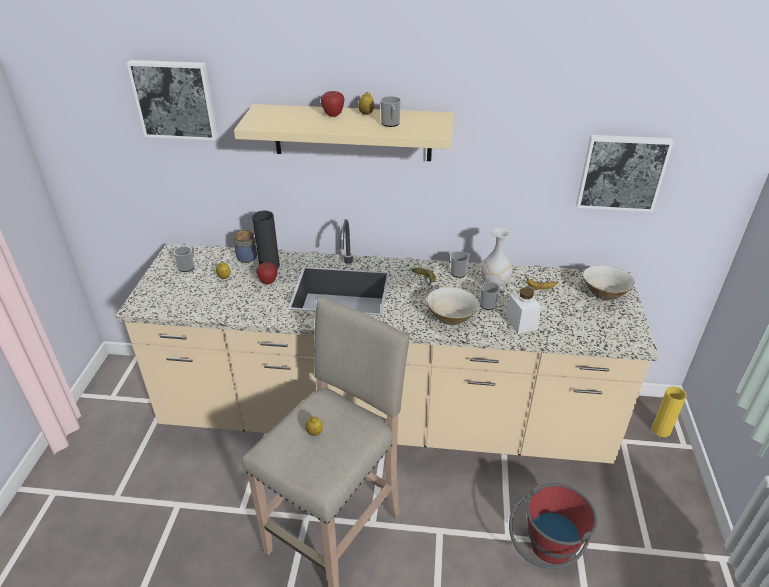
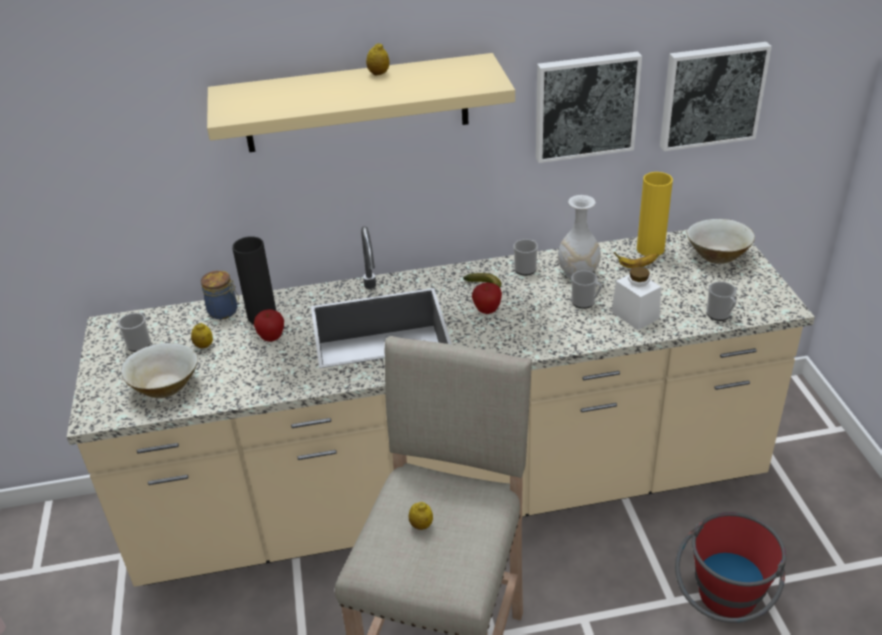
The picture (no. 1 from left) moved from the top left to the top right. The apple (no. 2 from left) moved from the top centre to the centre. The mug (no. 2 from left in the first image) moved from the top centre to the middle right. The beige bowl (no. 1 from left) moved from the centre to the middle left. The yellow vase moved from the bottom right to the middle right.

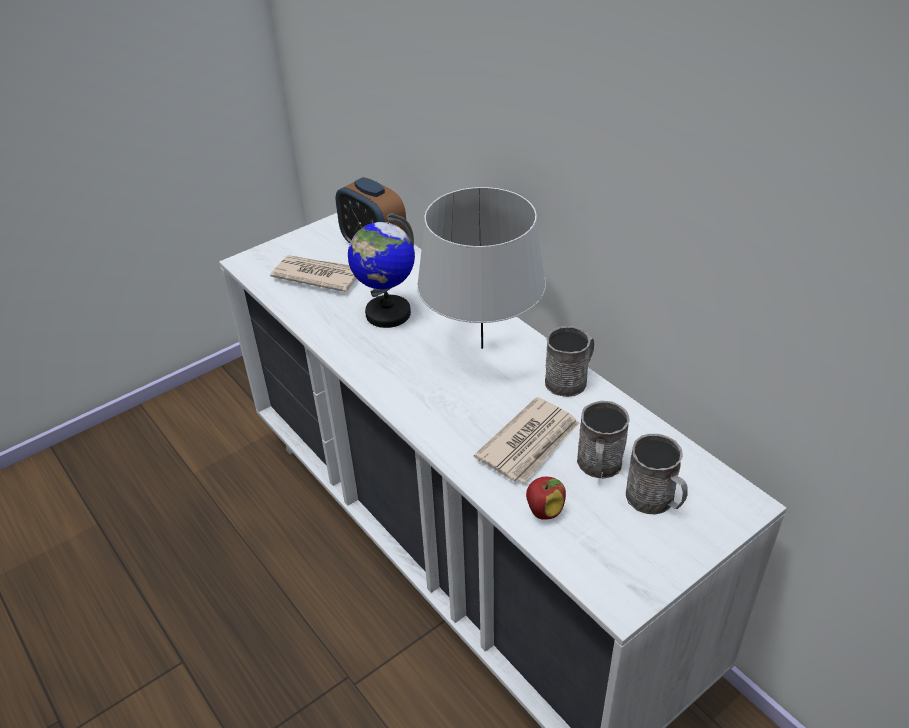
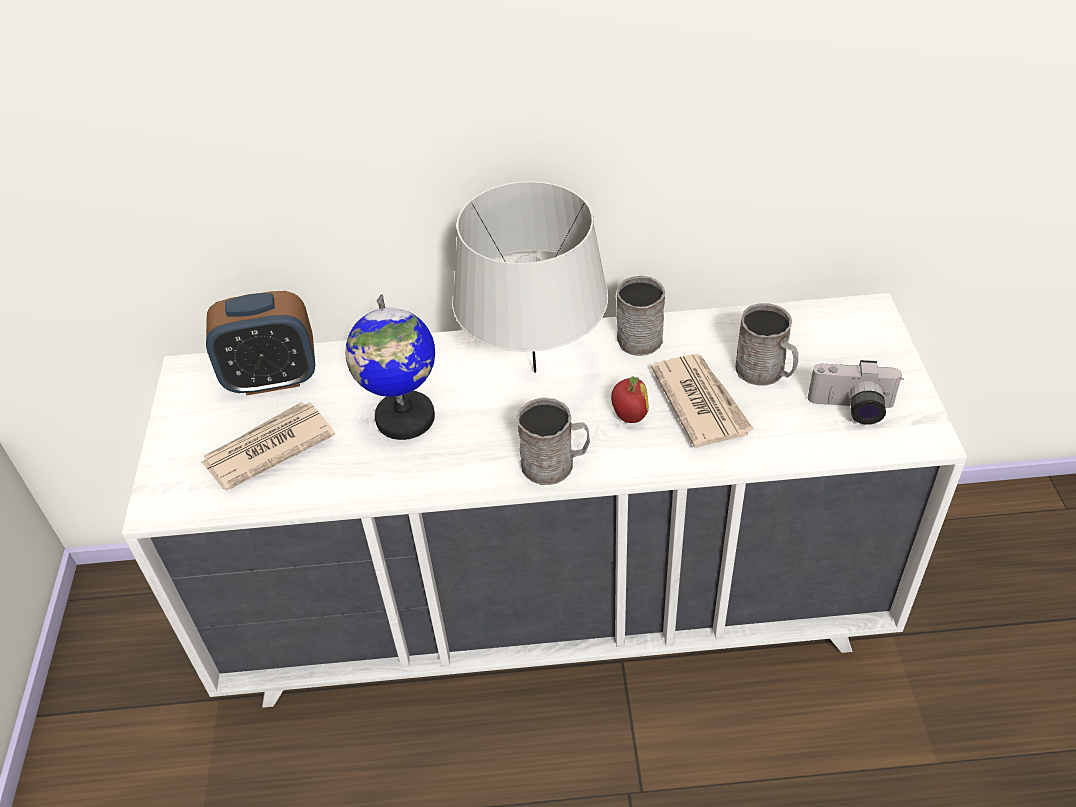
The grey mug (no. 3 from left in the first image) moved from the middle right to the centre. The apple moved from the bottom centre to the centre. The photo camera at the middle right appeared.

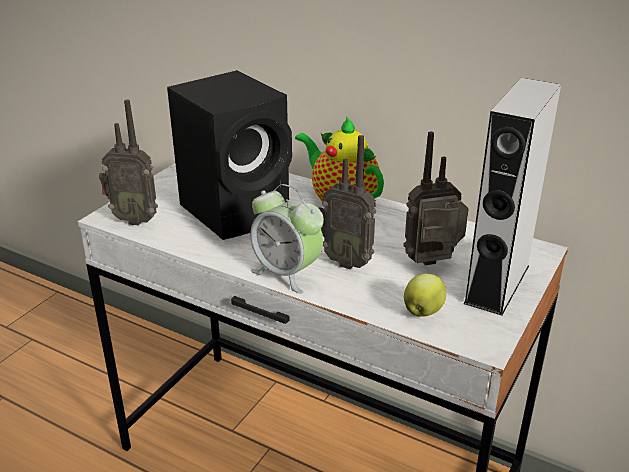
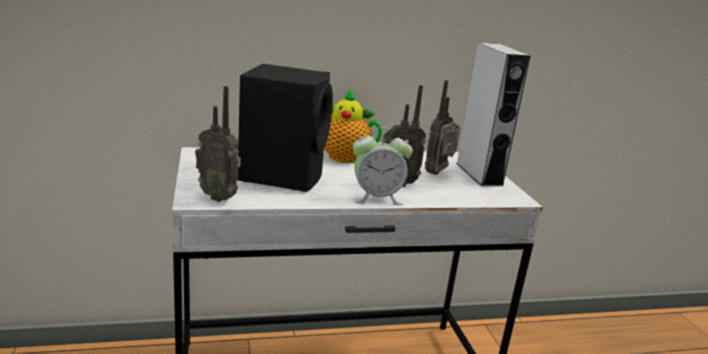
The radio (no. 1 from left) at the middle left turned 60 degrees clockwise. The apple at the middle right disappeared.

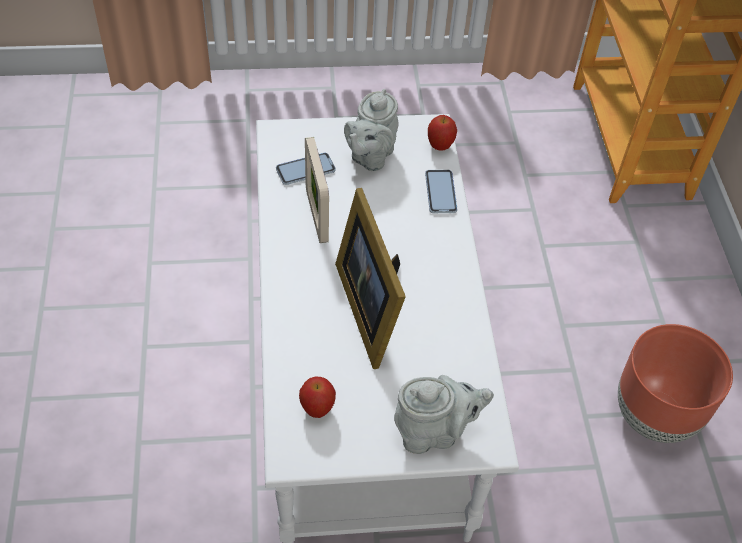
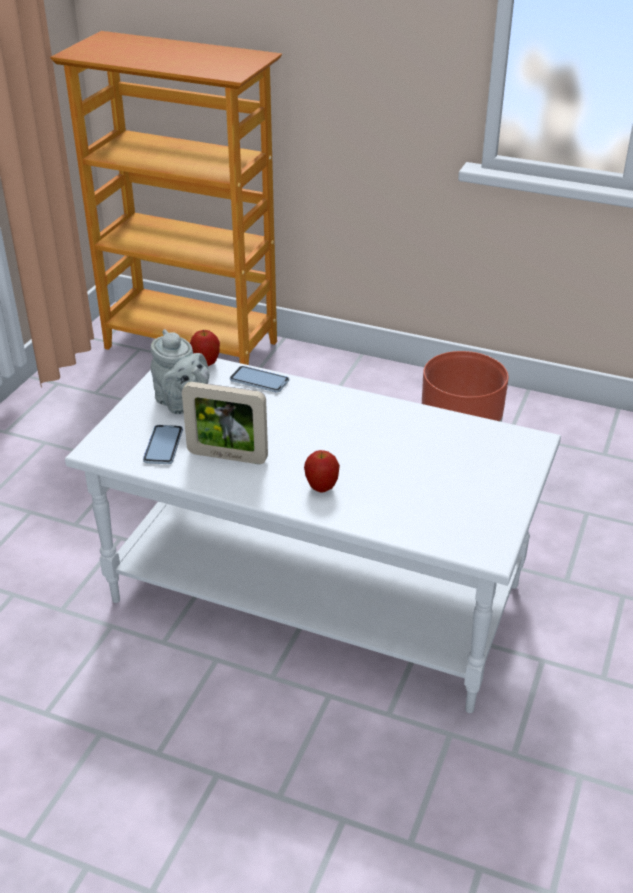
The picture frame (no. 2 from left) at the centre disappeared. The grey teapot (no. 2 from left) at the bottom centre disappeared. The apple (no. 1 from left in the first image) moved from the bottom centre to the centre.

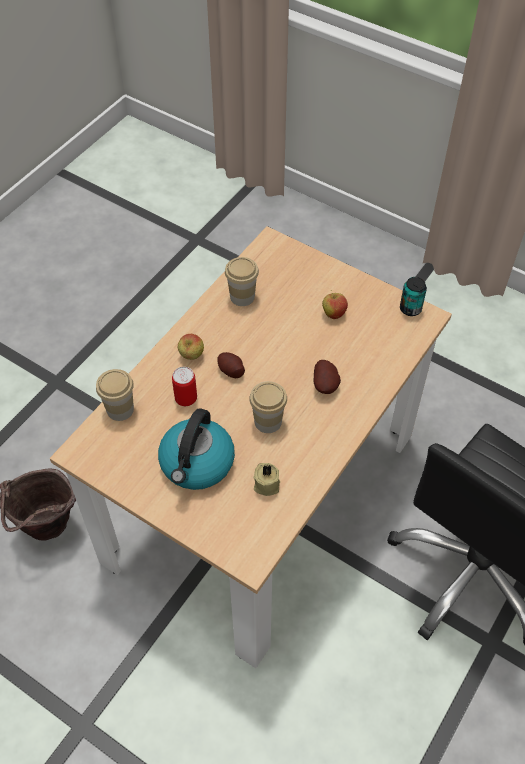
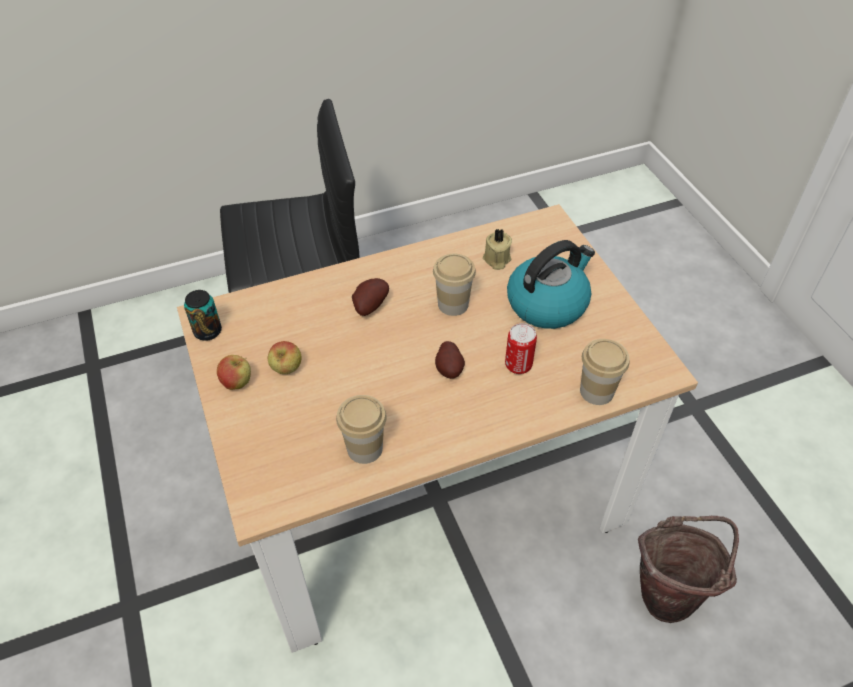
The apple (no. 1 from left) moved from the centre to the middle left.

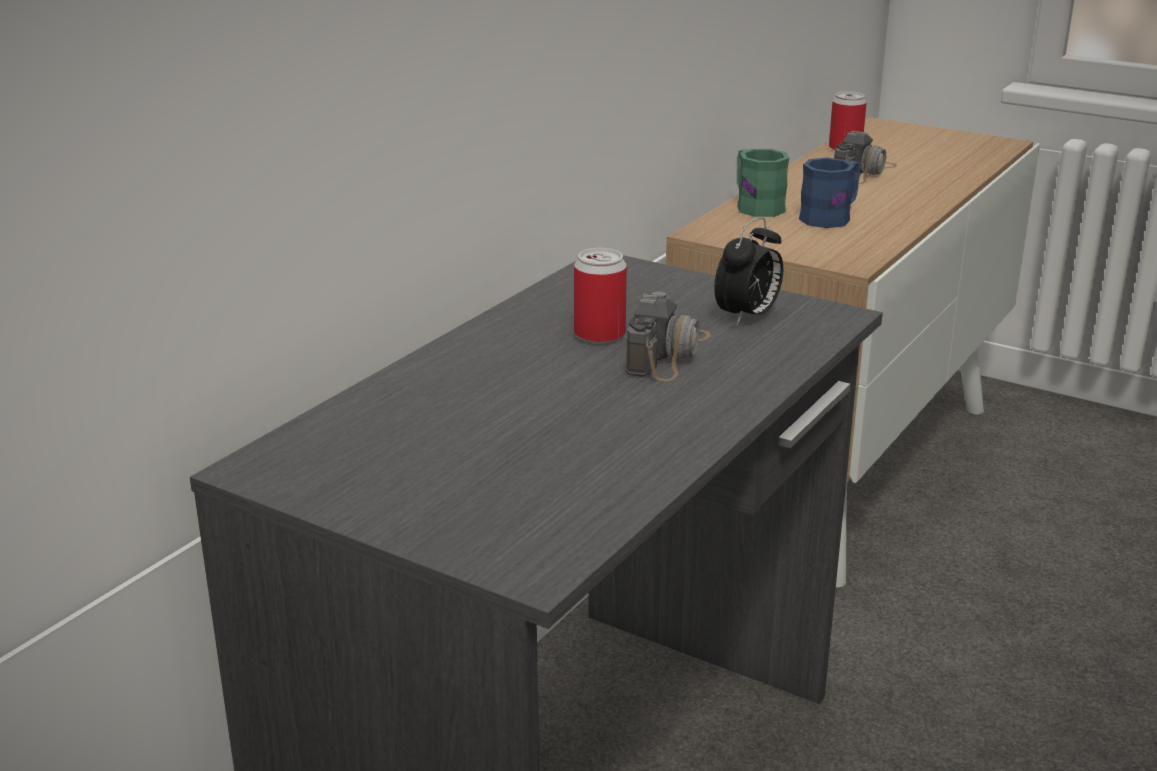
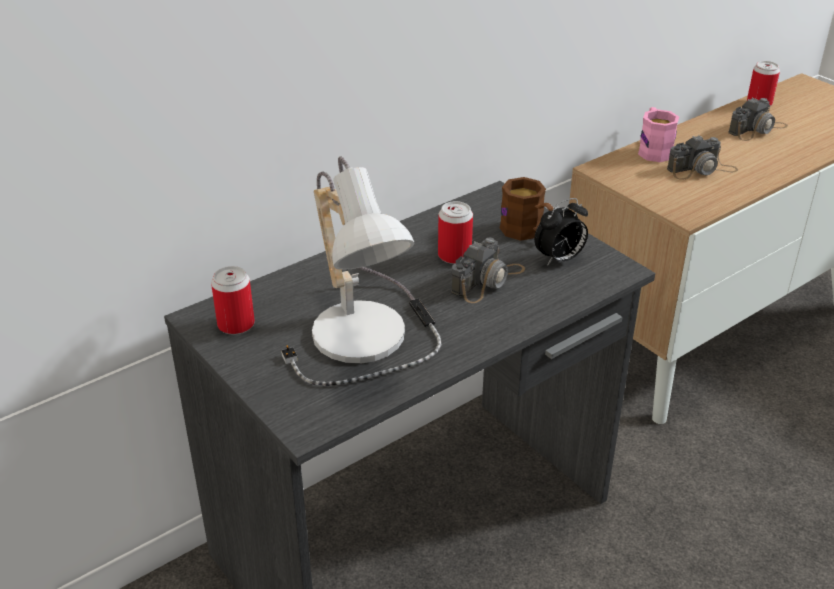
The green mug at the top centre became the pink mug at the top right. The blue mug at the top right was replaced by the photo camera (no. 2 from left) at the top right. The table lamp at the centre appeared. The brown mug at the centre appeared. The can (no. 1 from left) at the middle left appeared.

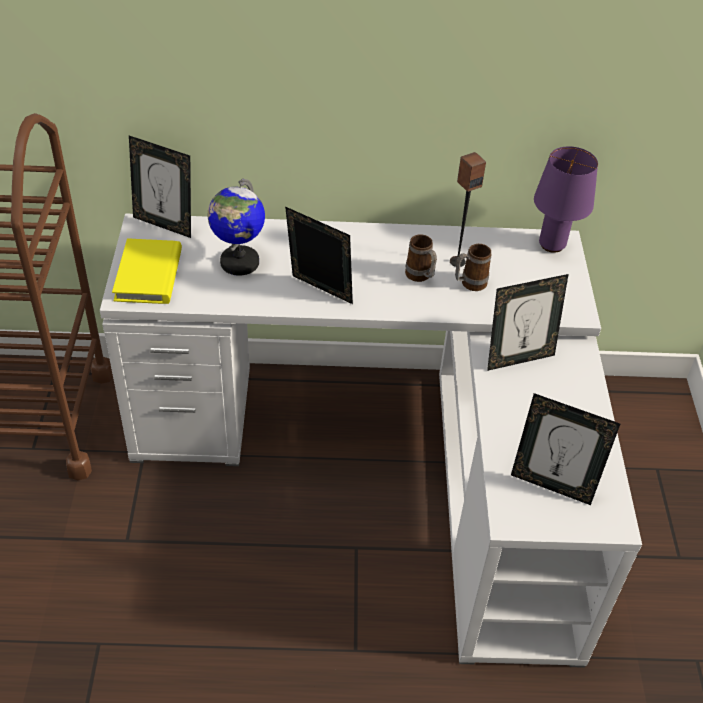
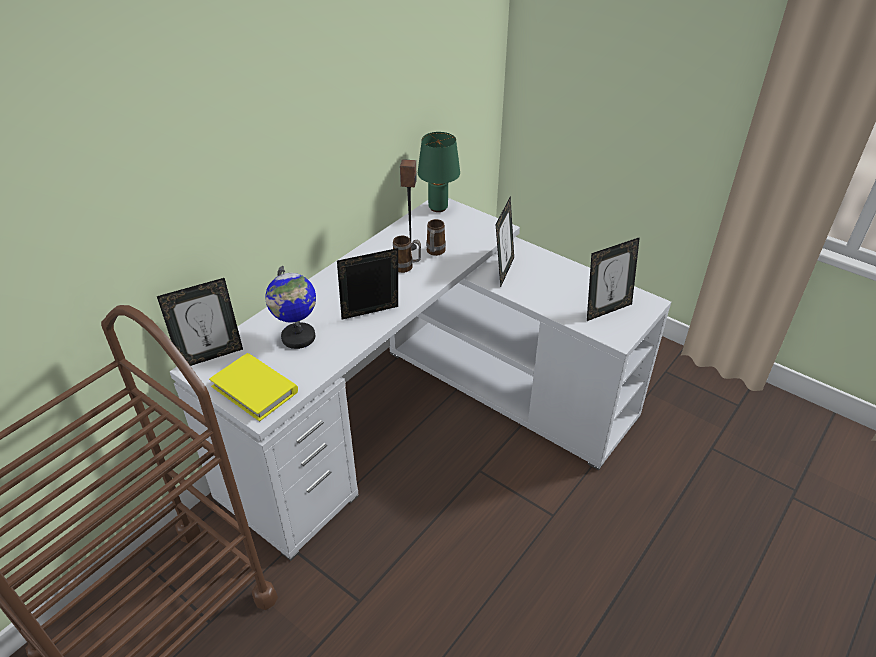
The purple table lamp at the top right became the green table lamp at the top centre.

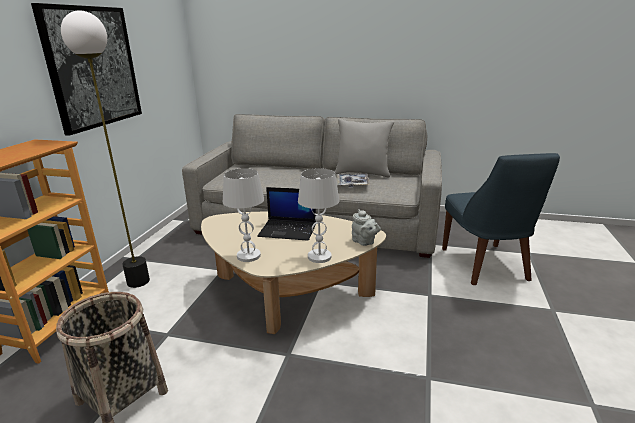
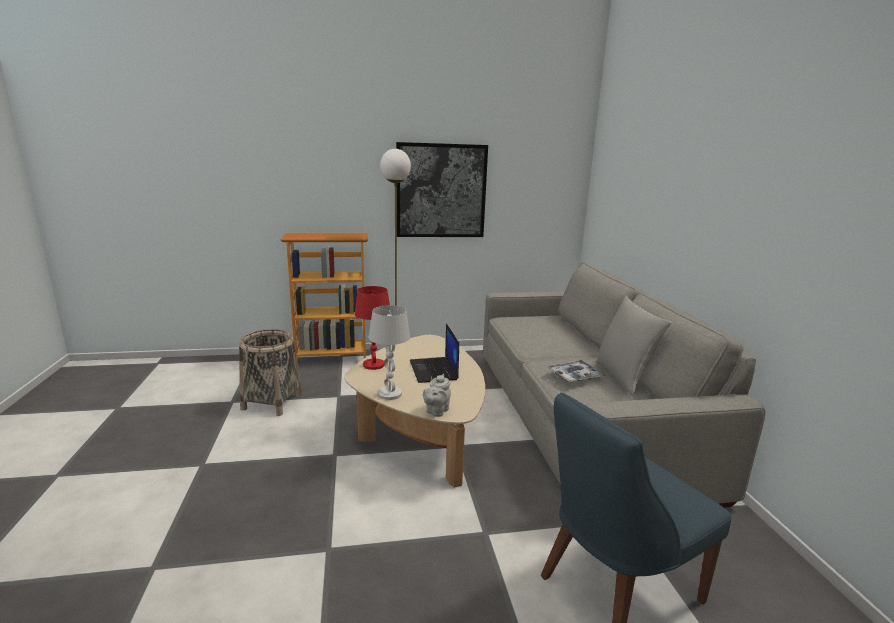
The white table lamp (no. 1 from left) at the centre became the red table lamp at the centre.

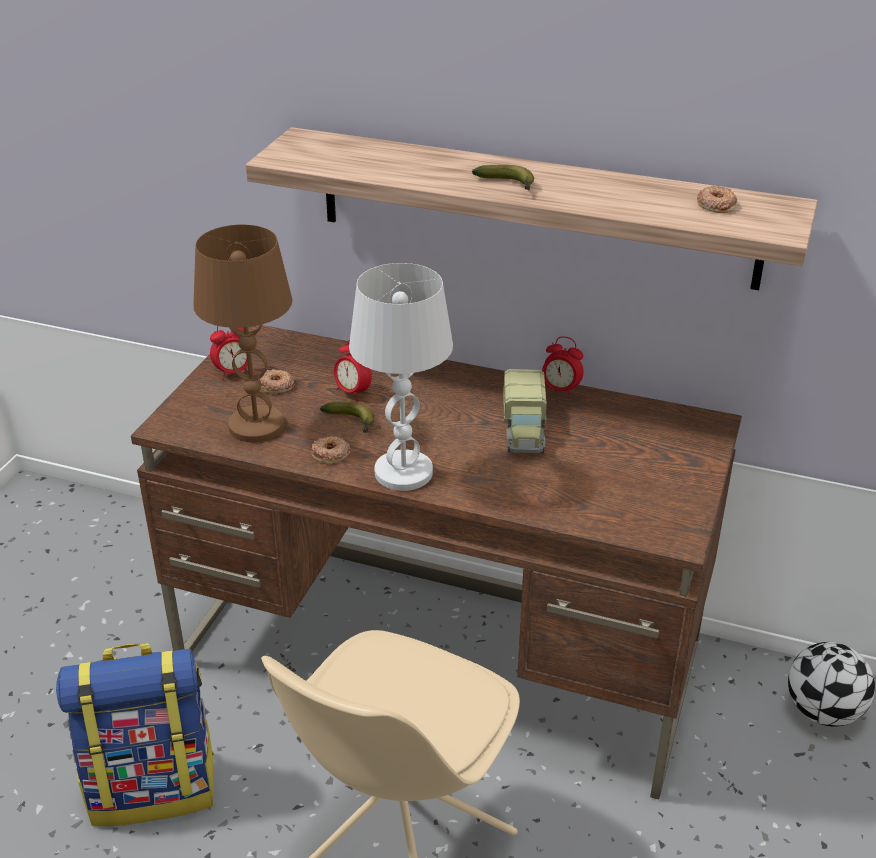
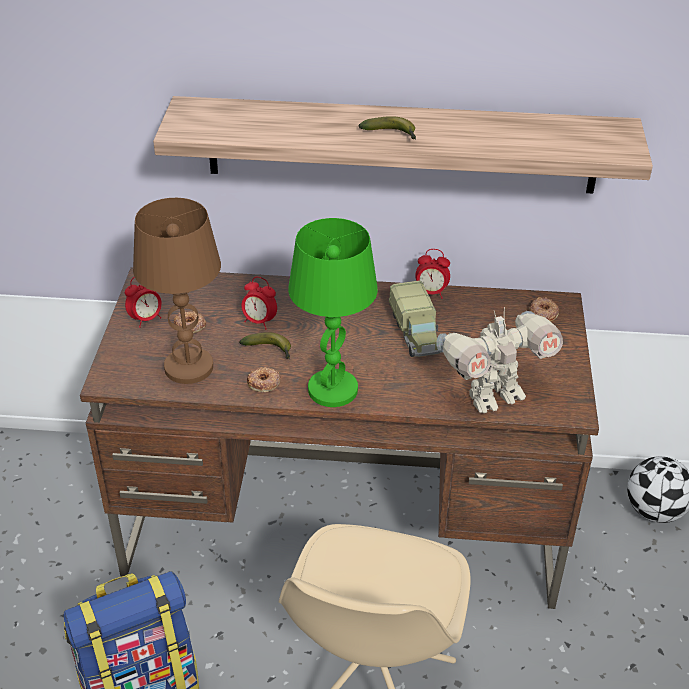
The donut (no. 3 from left) moved from the top right to the middle right. The white table lamp at the centre became the green table lamp at the centre. The toy robot at the middle right appeared.

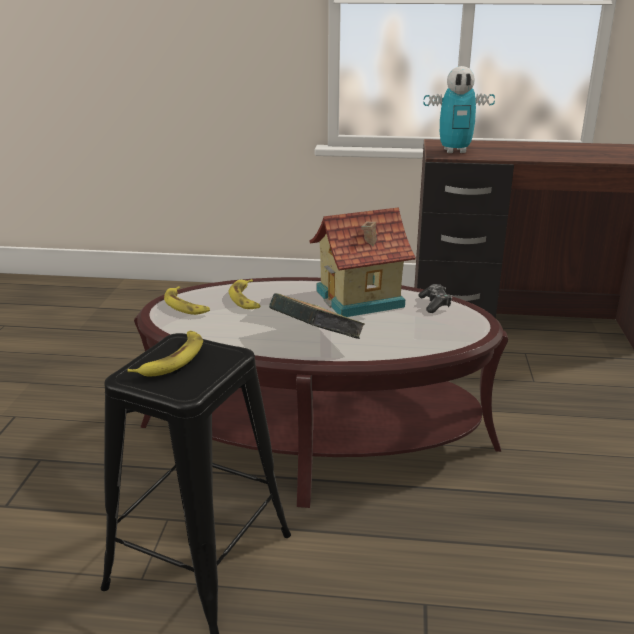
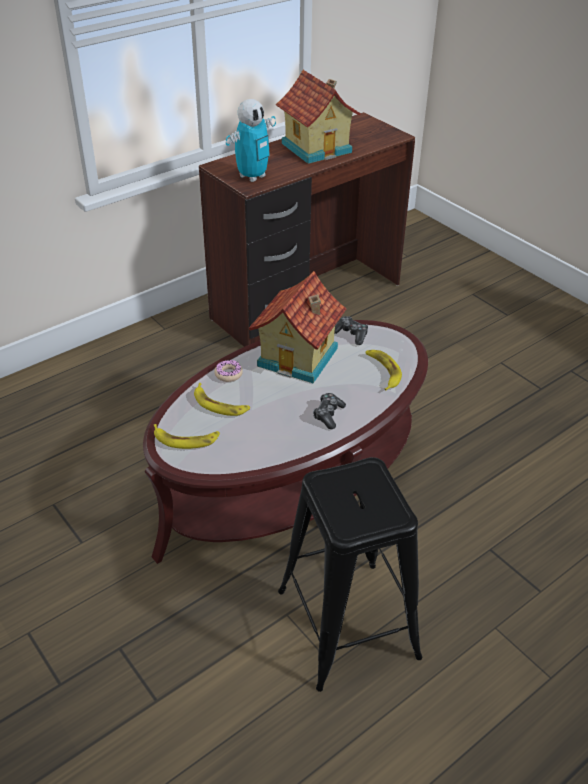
The book at the centre was replaced by the game controller (no. 1 from left) at the centre. The banana (no. 1 from left in the first image) moved from the middle left to the centre. The toy house (no. 2 from left) at the top centre appeared. The donut at the centre appeared.

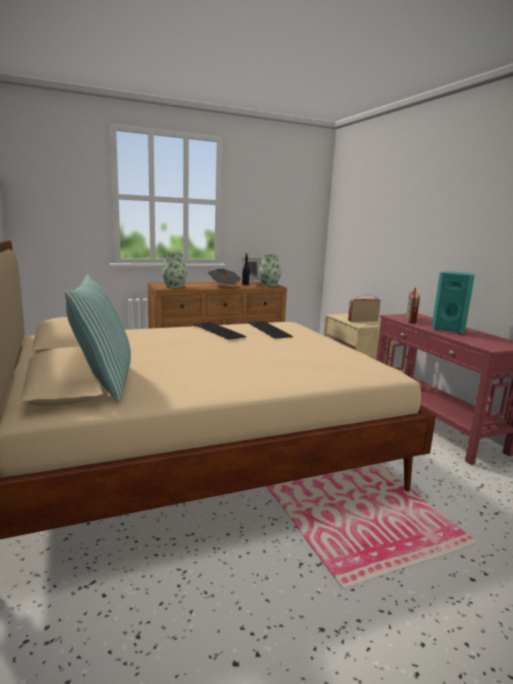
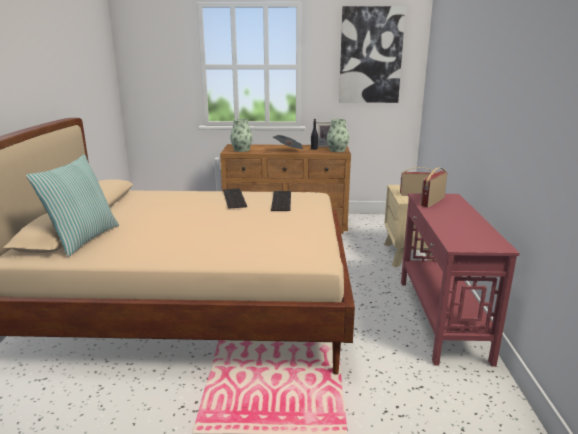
The turquoise speaker at the middle right disappeared. The picture at the top centre appeared.

